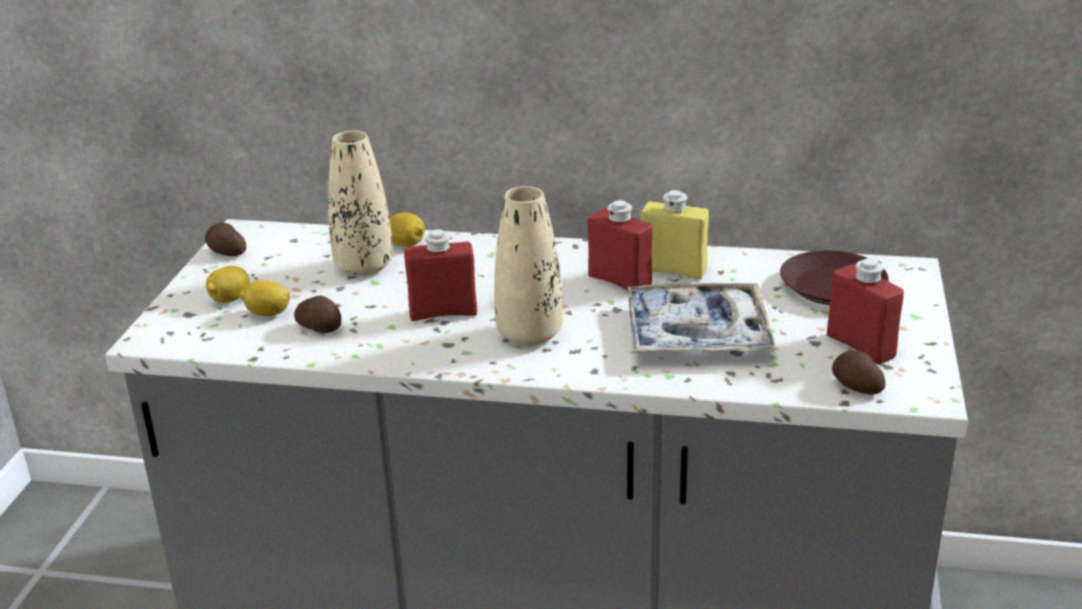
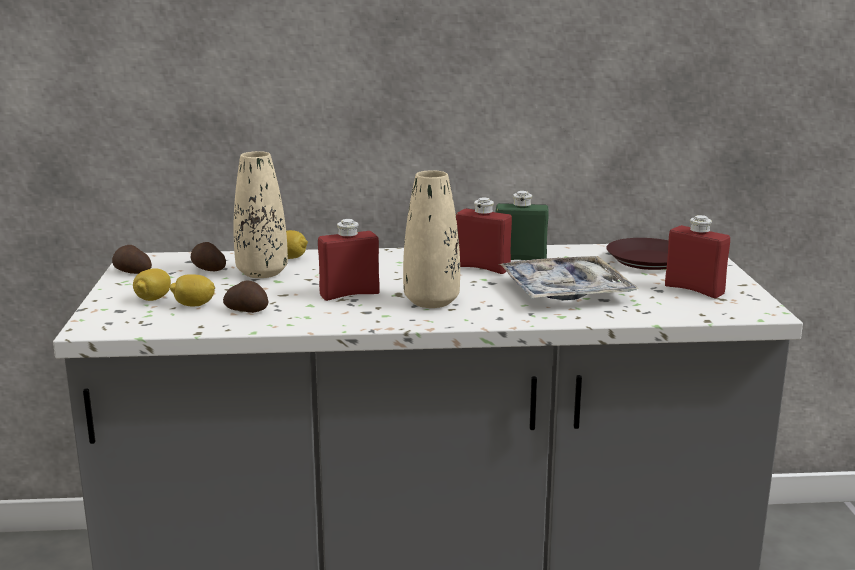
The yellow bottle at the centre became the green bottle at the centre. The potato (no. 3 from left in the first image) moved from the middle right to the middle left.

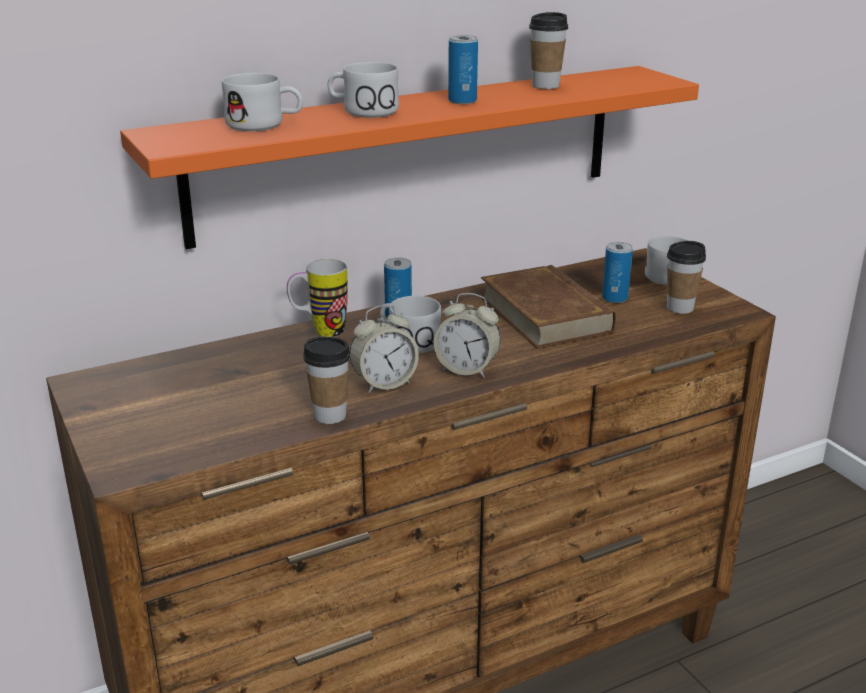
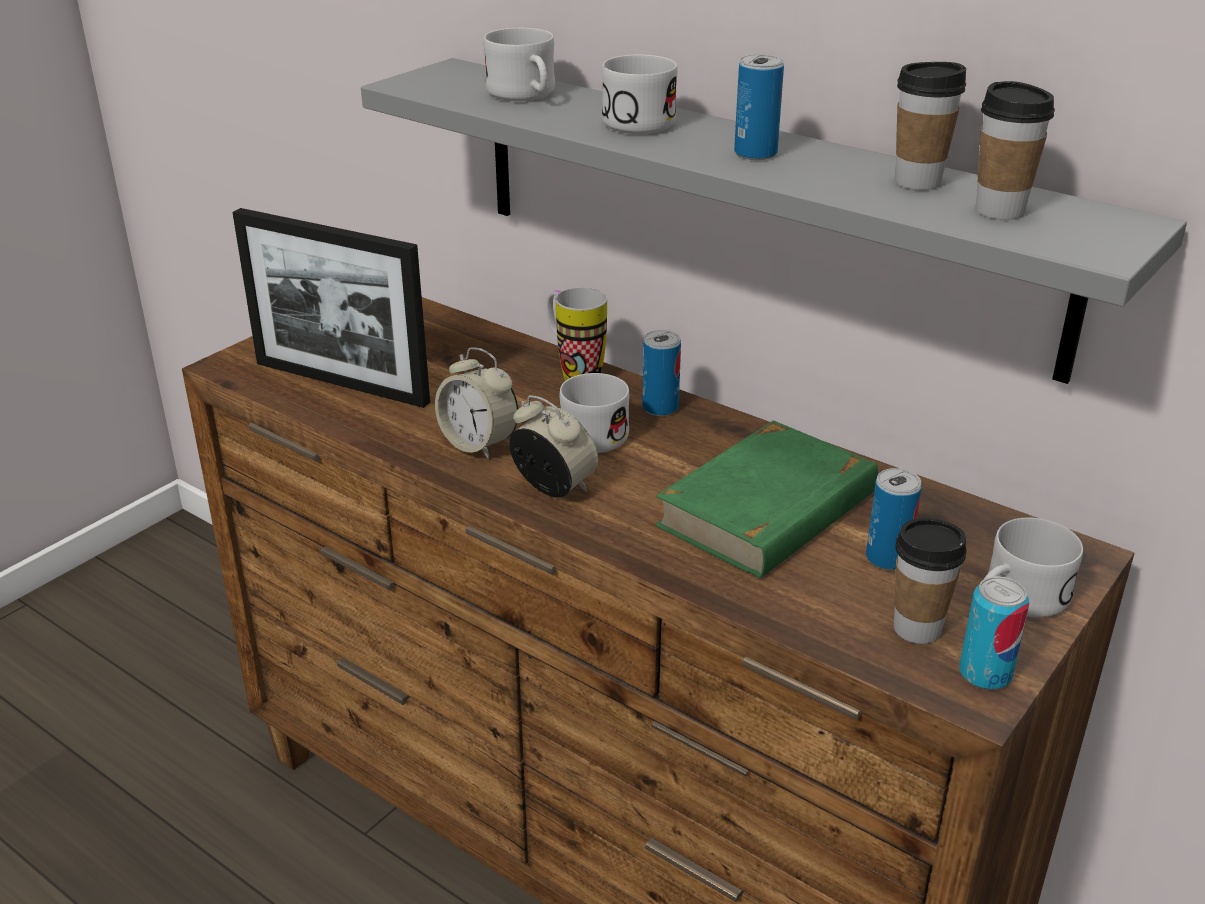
The orange shelf at the top centre became the grey shelf at the top centre. The brown book at the centre became the green book at the centre. The alarm clock (no. 2 from left) at the centre turned 135 degrees clockwise. The cup (no. 1 from left in the first image) moved from the centre to the top right. The picture frame at the middle left appeared. The can (no. 4 from left) at the bottom right appeared.

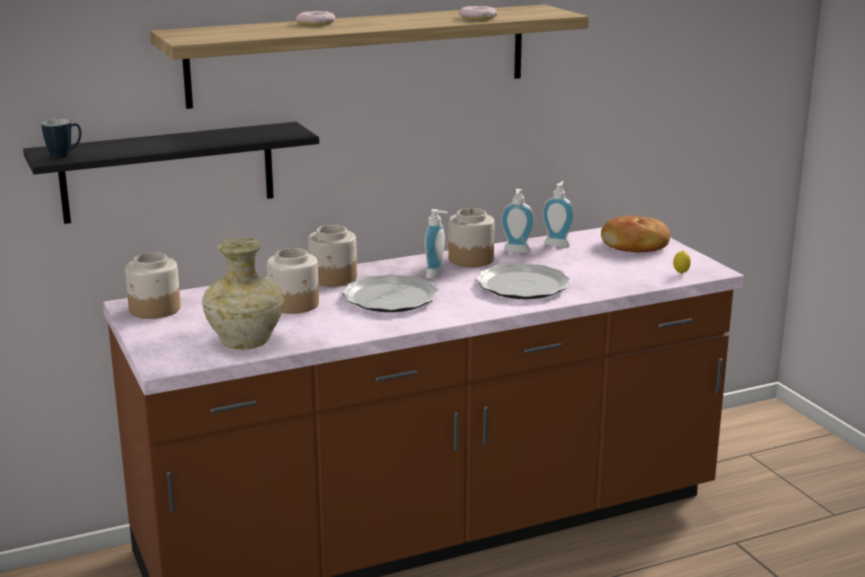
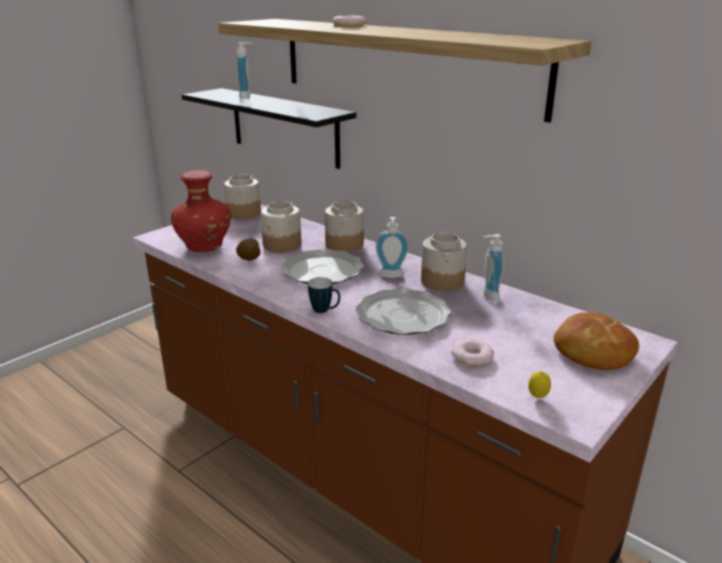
The donut (no. 2 from left) moved from the top centre to the centre. The mug moved from the top left to the centre. The soap dispenser (no. 3 from left in the first image) moved from the centre to the top centre. The beige vase at the middle left became the red vase at the middle left. The potato at the centre appeared.

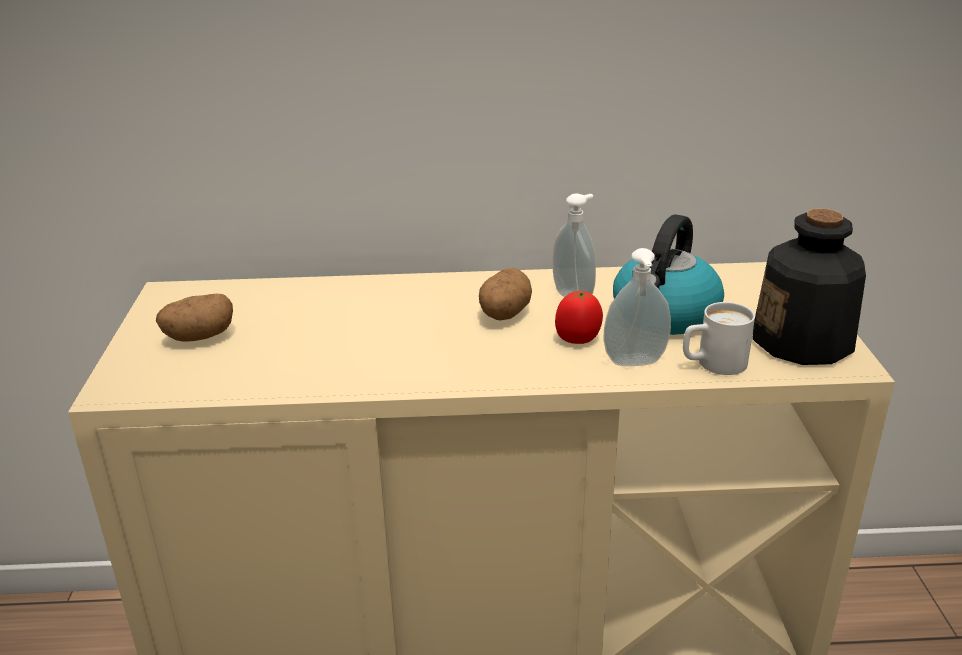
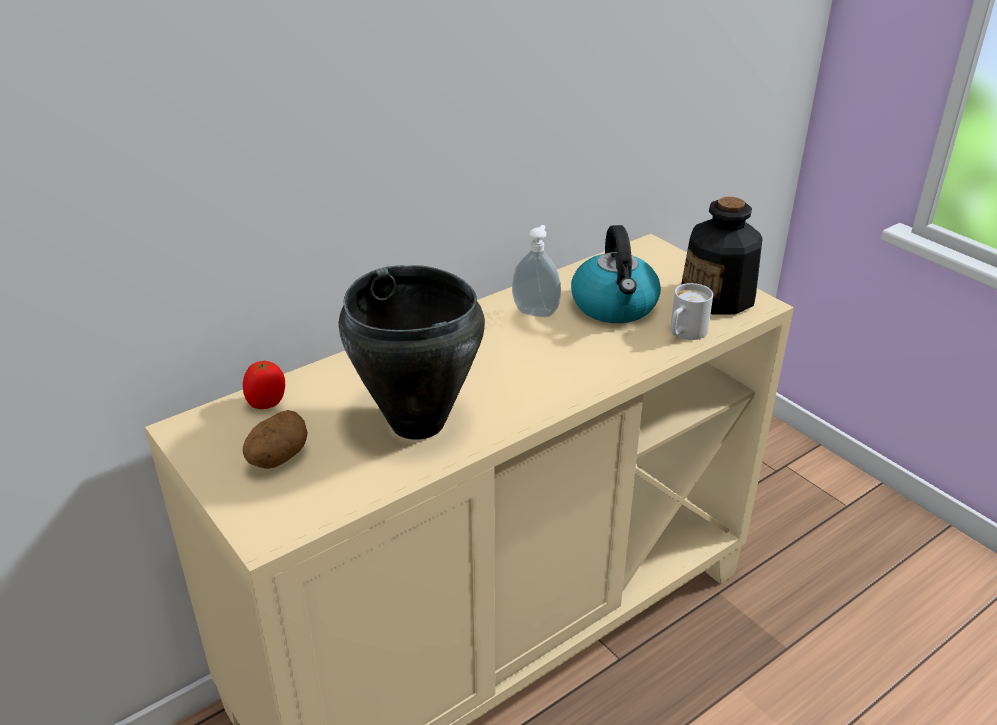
The soap dispenser (no. 2 from left) at the centre disappeared. The potato (no. 2 from left) at the centre disappeared. The tomato moved from the centre to the middle left. The black cooking pot at the centre appeared.

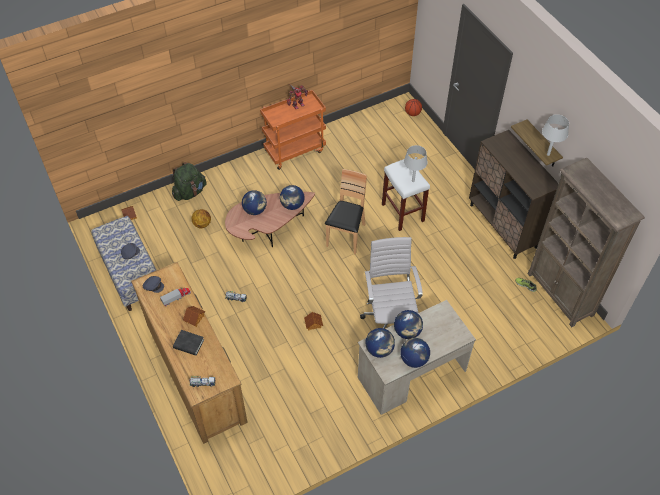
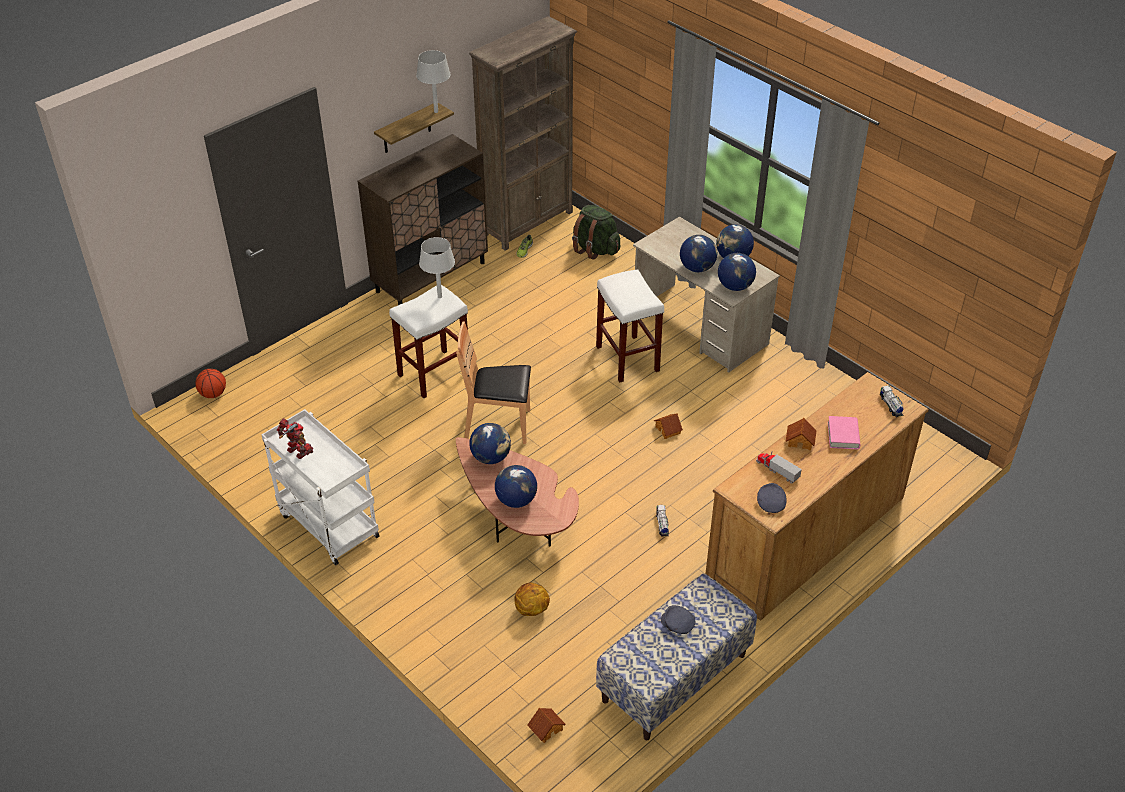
The orange cart at the top centre became the white cart at the middle left. The green backpack moved from the middle left to the top centre. The white office chair at the centre was replaced by the white stool (no. 2 from left) at the centre. The black book at the bottom left became the pink book at the middle right.

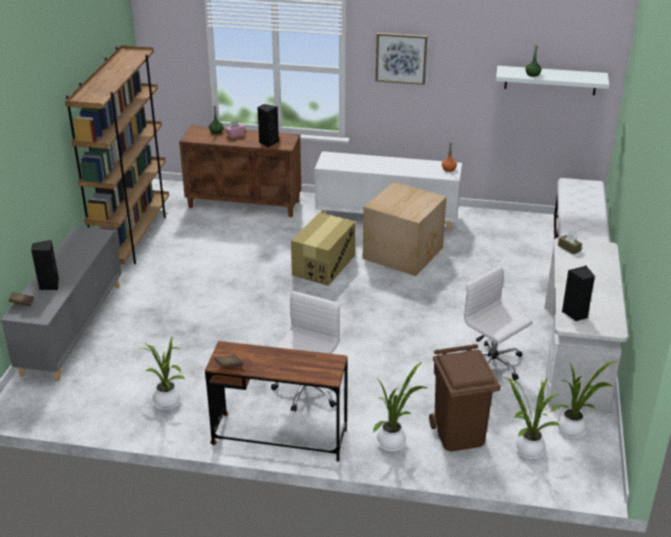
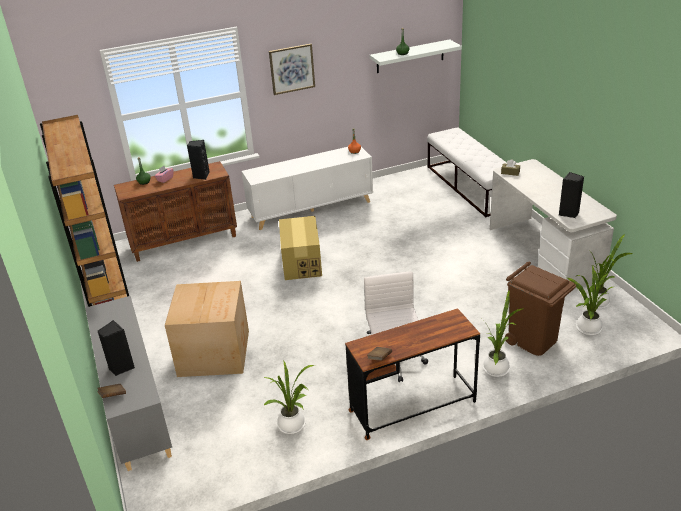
The cardboard box (no. 2 from left in the first image) moved from the centre to the middle left. The white office chair (no. 2 from left) at the middle right disappeared.

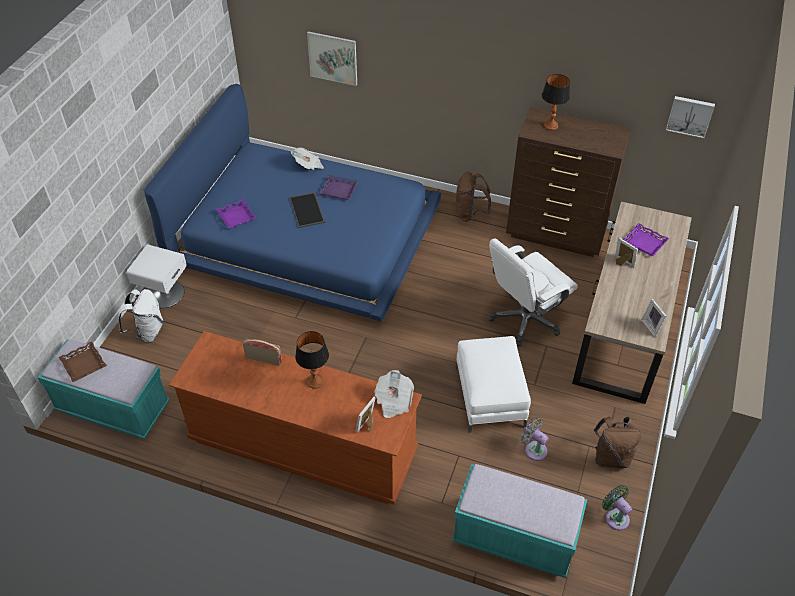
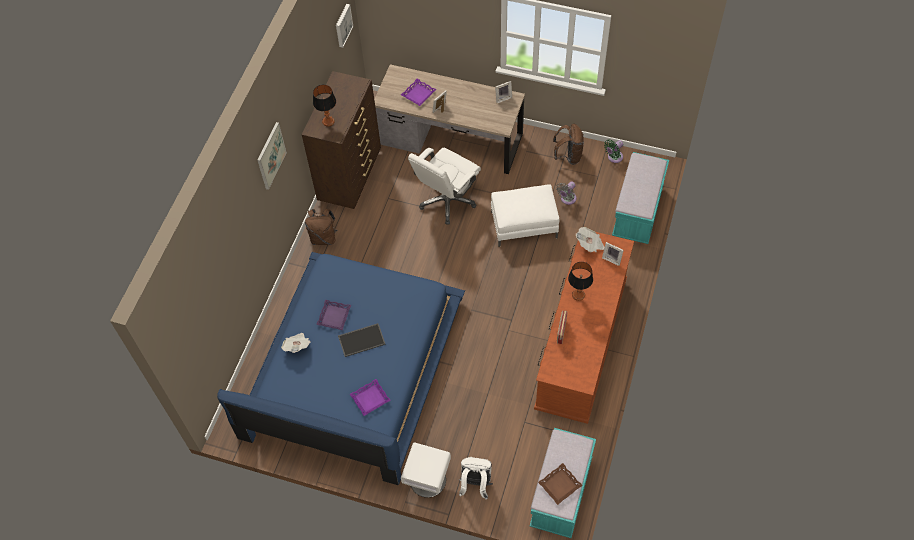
The picture (no. 1 from left) moved from the top centre to the top left. The white office chair at the middle right turned 75 degrees clockwise.

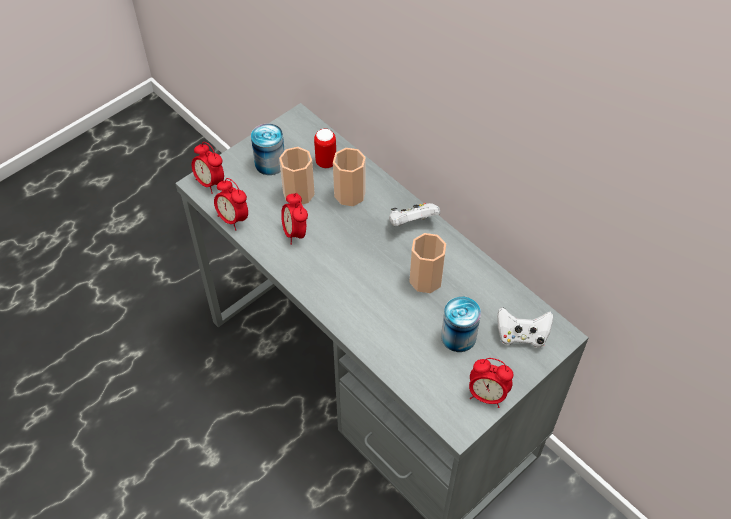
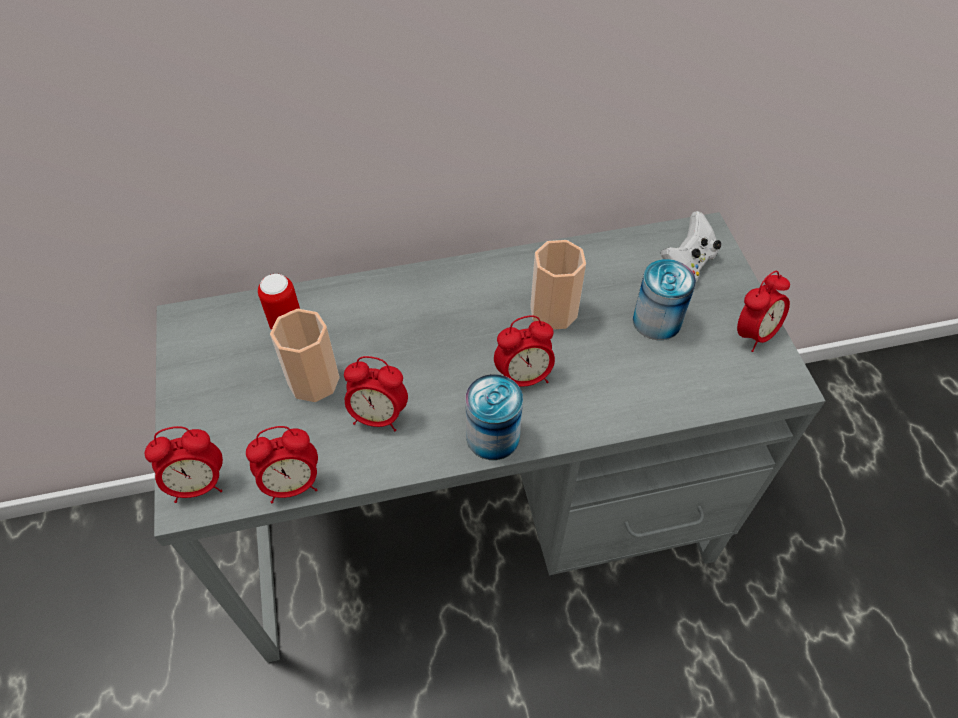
The can (no. 1 from left in the first image) moved from the top centre to the centre. The cup (no. 2 from left) at the centre disappeared. The white game controller (no. 1 from left) at the centre disappeared. The alarm clock (no. 4 from left) at the centre appeared.

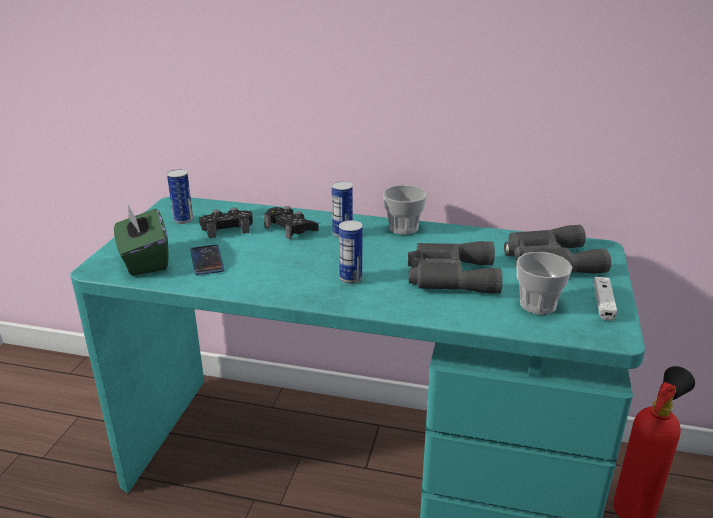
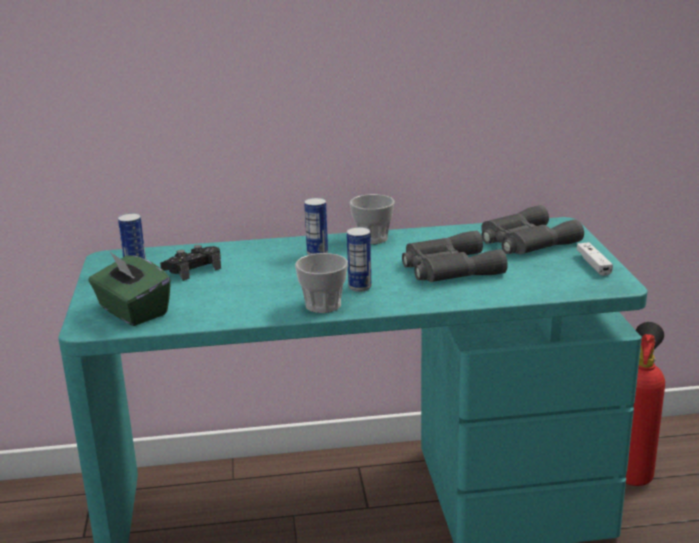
The black game controller (no. 2 from left) at the centre disappeared. The phone at the middle left disappeared. The cup (no. 2 from left in the first image) moved from the middle right to the centre.

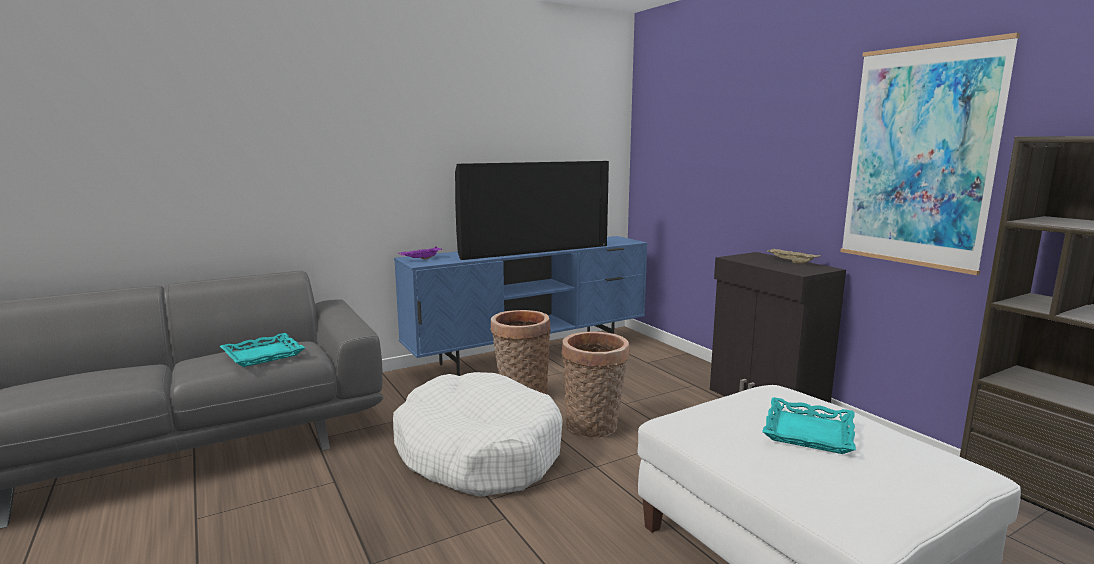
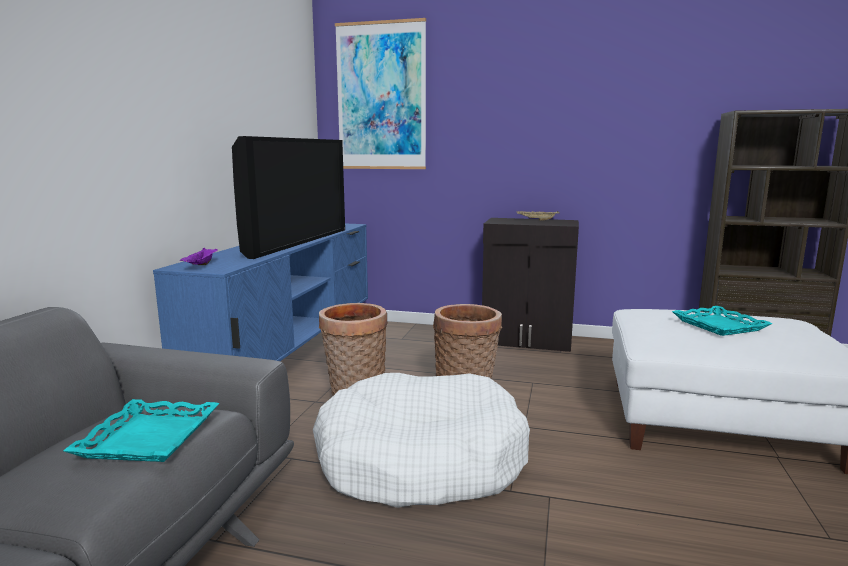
The picture moved from the top right to the top centre.

